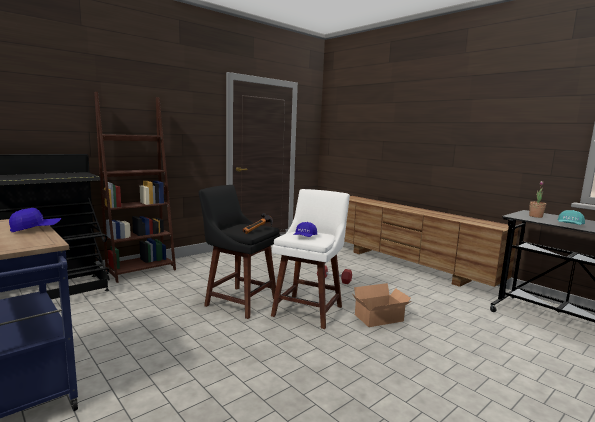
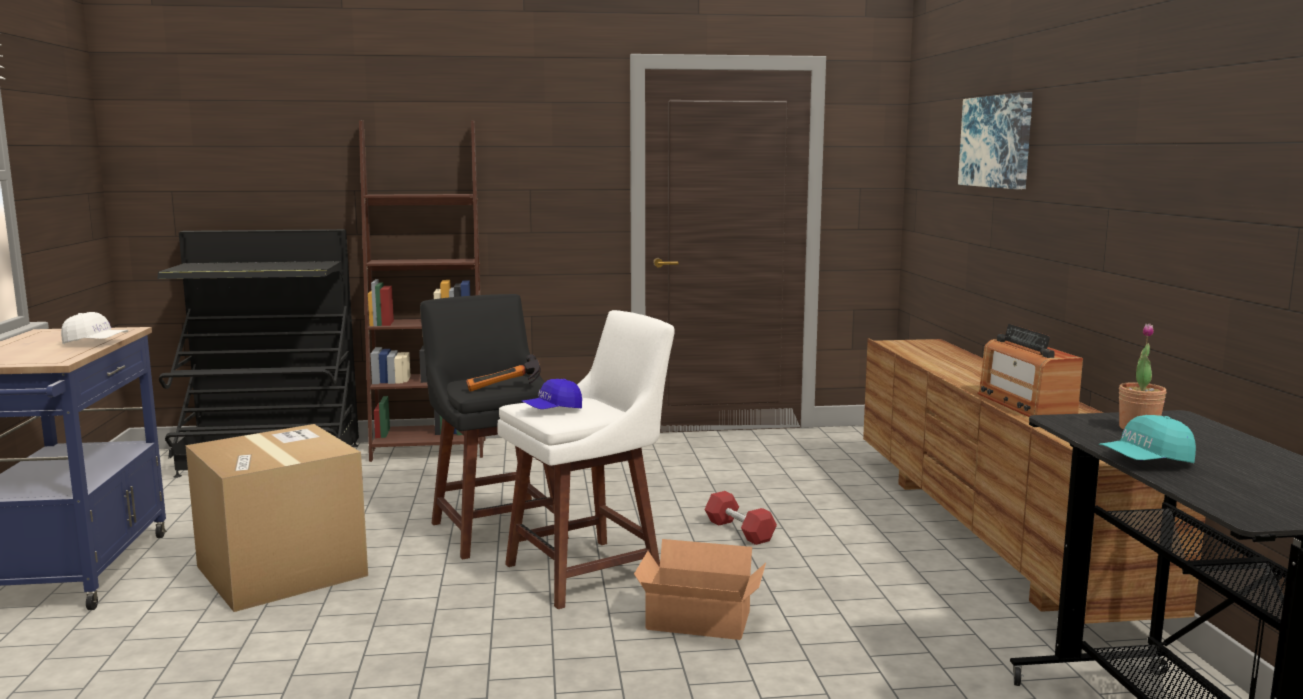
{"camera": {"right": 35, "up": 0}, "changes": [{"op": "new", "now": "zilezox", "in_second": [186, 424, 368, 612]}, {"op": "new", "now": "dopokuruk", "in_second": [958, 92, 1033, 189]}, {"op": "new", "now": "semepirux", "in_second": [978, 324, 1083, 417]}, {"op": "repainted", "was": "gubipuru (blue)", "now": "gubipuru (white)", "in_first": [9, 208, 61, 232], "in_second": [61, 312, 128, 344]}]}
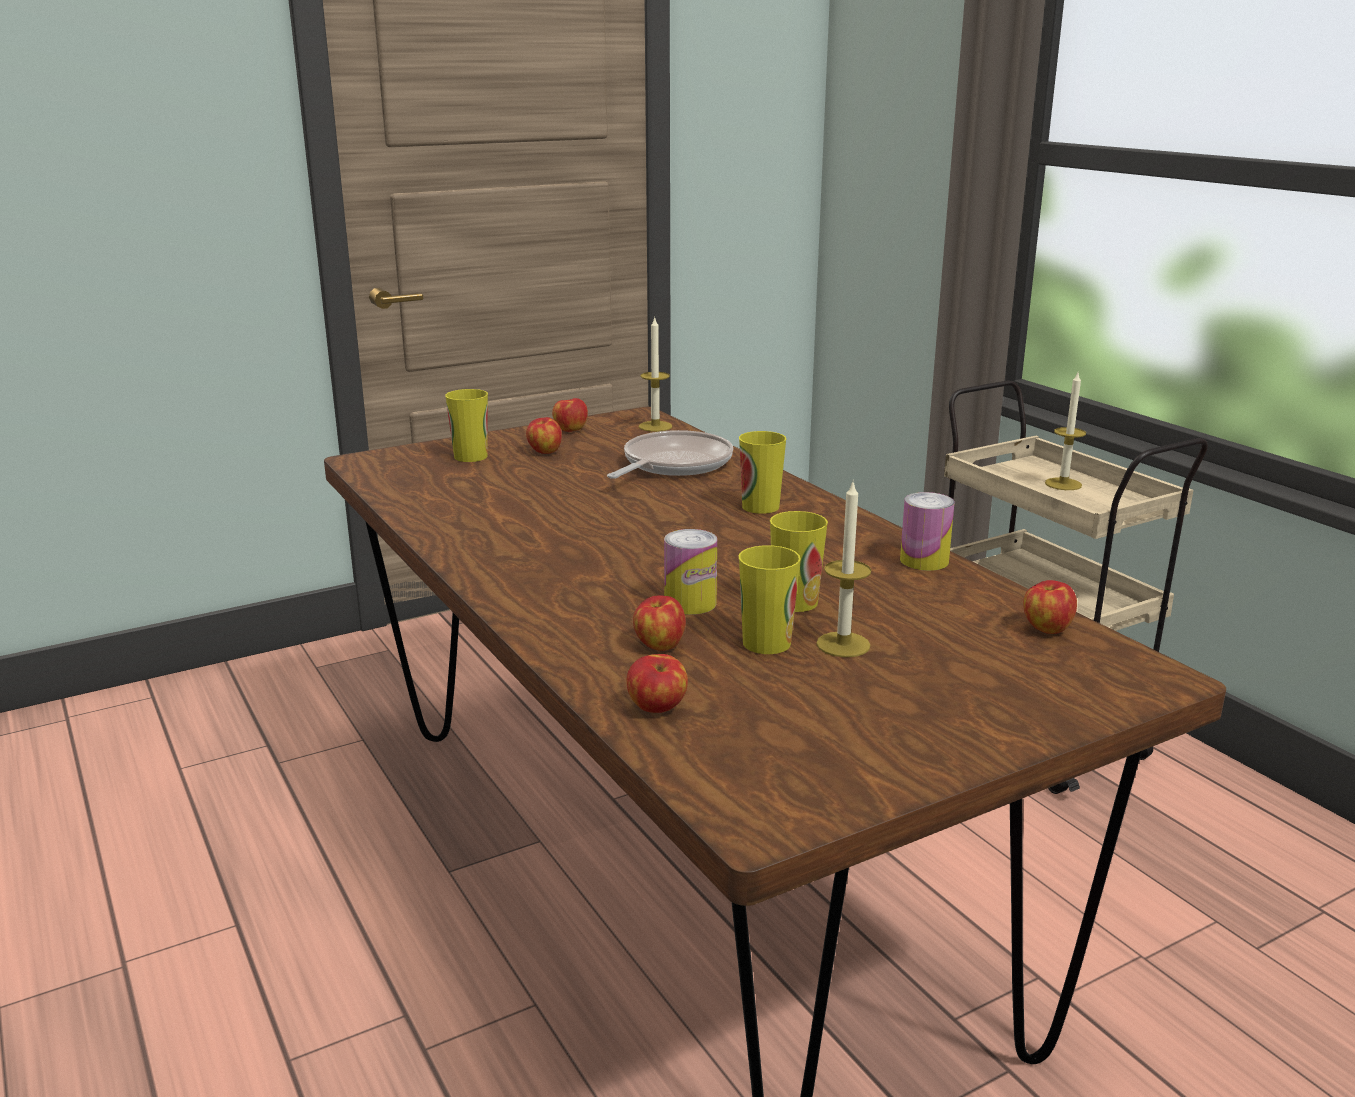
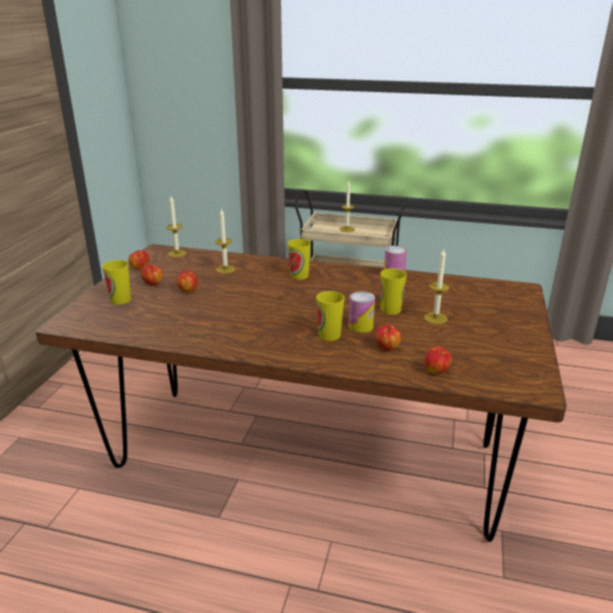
{"camera": {"right": -45, "up": 5}, "changes": [{"op": "shifted", "was": "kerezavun", "in_first": [739, 545, 801, 654], "in_second": [316, 291, 345, 341]}, {"op": "shifted", "was": "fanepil", "in_first": [1023, 580, 1077, 634], "in_second": [176, 271, 198, 292]}, {"op": "swapped", "was": "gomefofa", "now": "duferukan", "in_first": [607, 430, 733, 479], "in_second": [215, 208, 235, 274]}]}
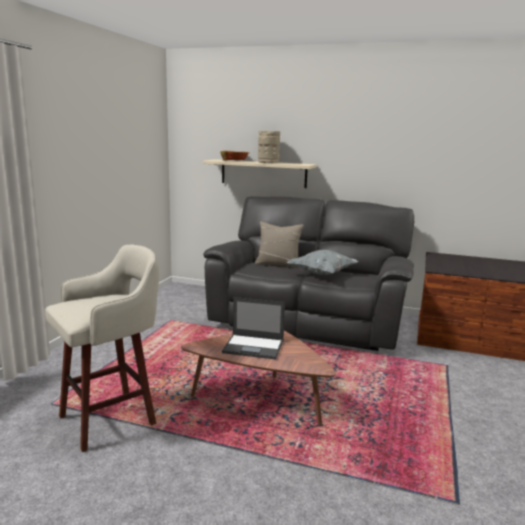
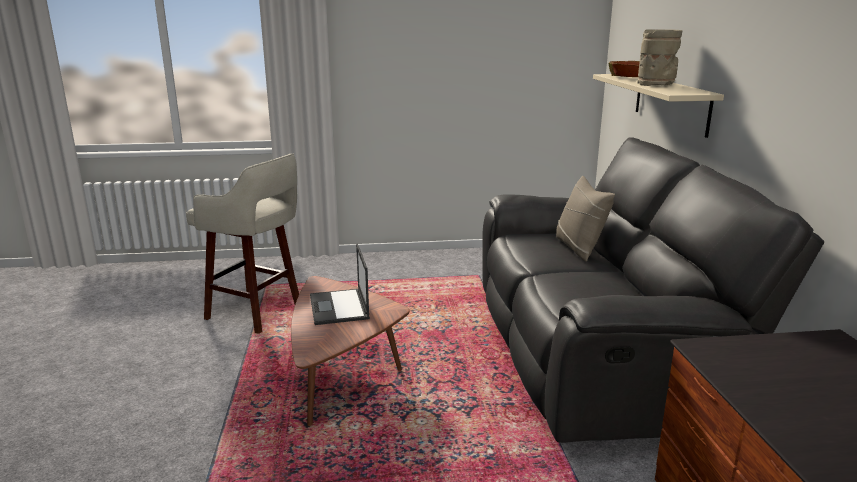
{"camera": {"right": 65, "up": 5}, "changes": [{"op": "gone", "was": "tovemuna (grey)", "in_first": [286, 250, 359, 275]}]}
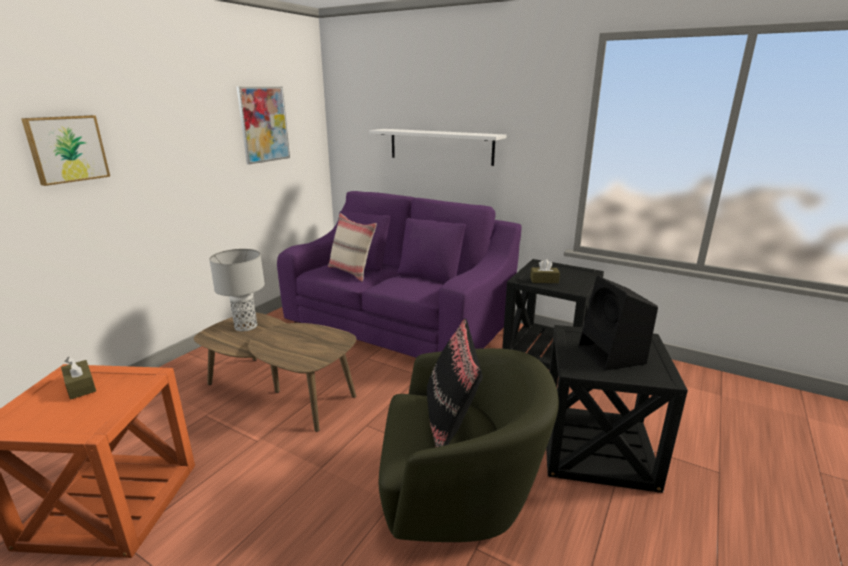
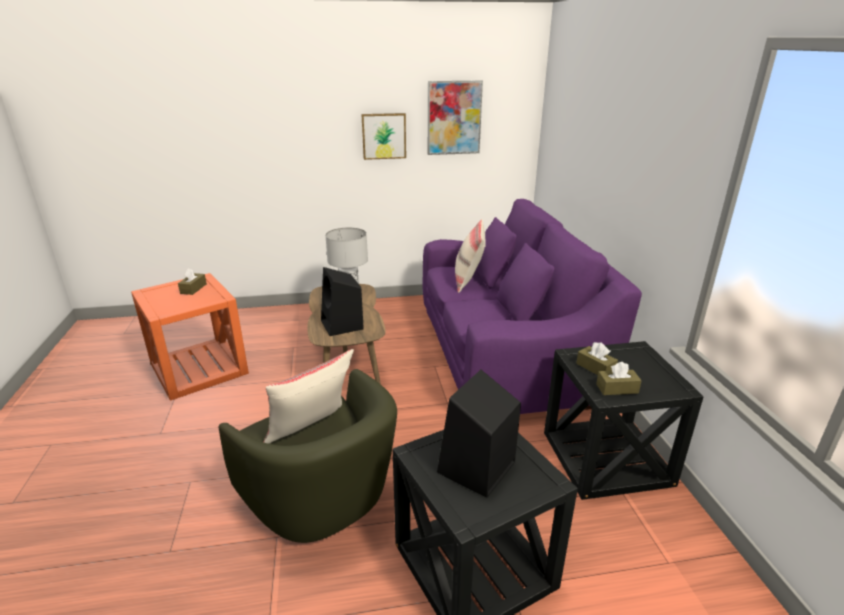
{"camera": {"right": 50, "up": 5}, "changes": [{"op": "gone", "was": "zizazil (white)", "in_first": [369, 129, 507, 166]}, {"op": "new", "now": "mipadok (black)", "in_second": [321, 267, 364, 336]}, {"op": "new", "now": "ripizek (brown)", "in_second": [596, 362, 642, 395]}, {"op": "shifted", "was": "dopokuruk", "in_first": [21, 115, 110, 186], "in_second": [361, 113, 406, 160]}, {"op": "repainted", "was": "tovemuna (black)", "now": "tovemuna (beige)", "in_first": [427, 318, 483, 447], "in_second": [263, 349, 354, 444]}]}
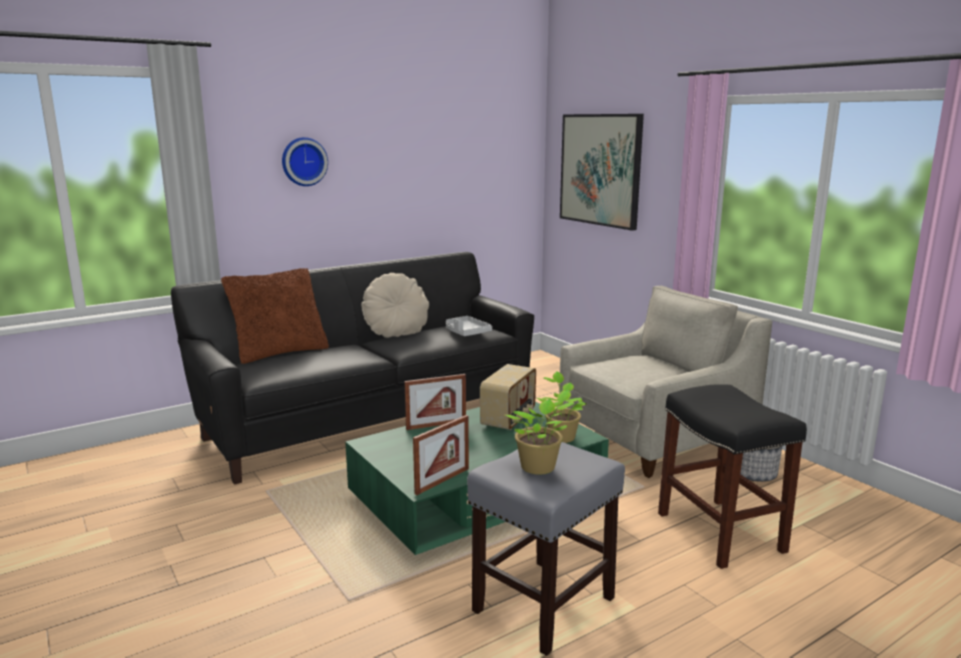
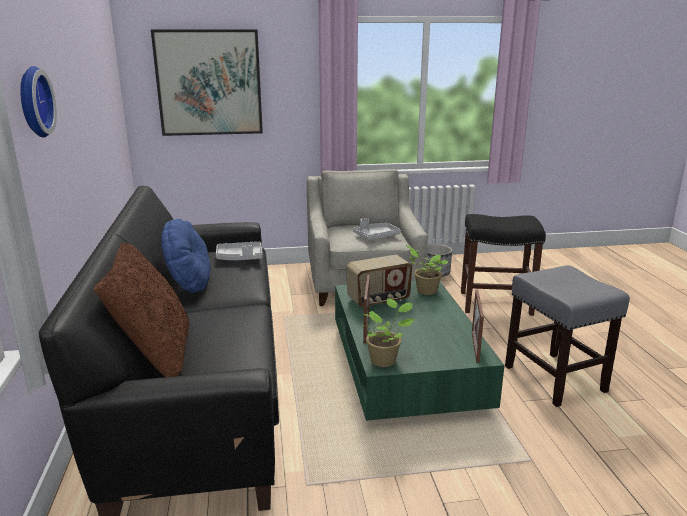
{"camera": {"right": -65, "up": 5}, "changes": [{"op": "new", "now": "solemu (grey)", "in_second": [353, 218, 401, 240]}, {"op": "shifted", "was": "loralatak", "in_first": [505, 390, 575, 475], "in_second": [363, 298, 415, 367]}, {"op": "repainted", "was": "tovemuna (beige)", "now": "tovemuna (blue)", "in_first": [361, 273, 429, 338], "in_second": [161, 219, 211, 293]}, {"op": "rotated", "was": "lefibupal", "in_first": [413, 415, 469, 495], "in_second": [472, 289, 484, 363], "clockwise": -150}, {"op": "rotated", "was": "semepirux", "in_first": [480, 364, 536, 430], "in_second": [347, 255, 412, 307], "clockwise": 105}]}
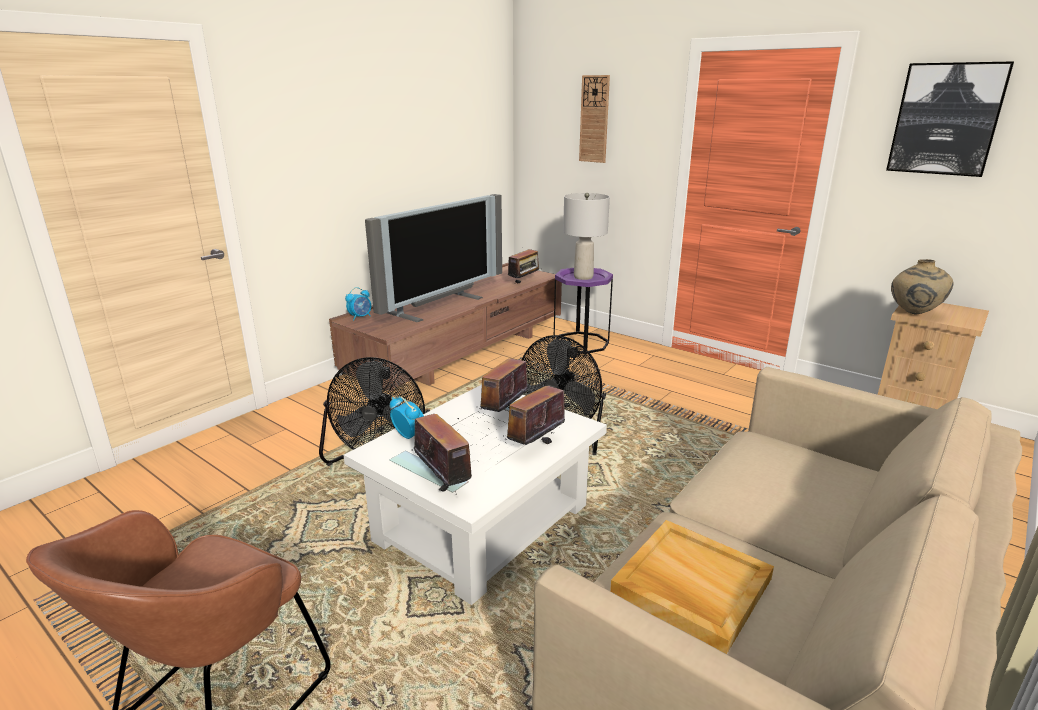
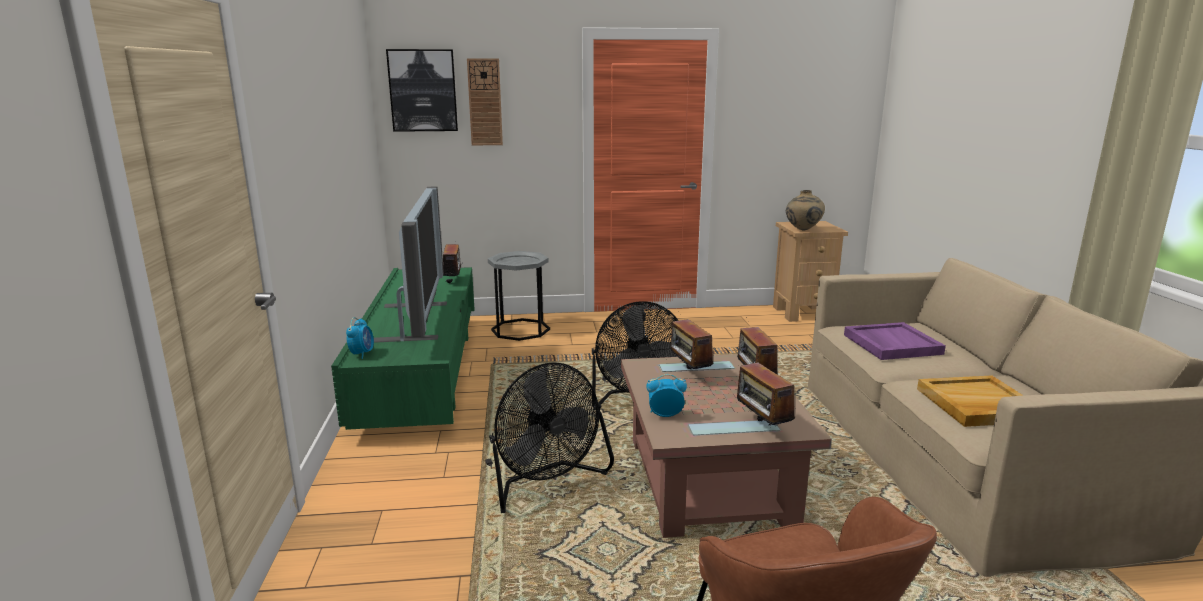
{"camera": {"right": -45, "up": -5}, "changes": [{"op": "gone", "was": "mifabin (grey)", "in_first": [563, 193, 610, 280]}, {"op": "new", "now": "solemu (purple)", "in_second": [844, 322, 946, 360]}, {"op": "shifted", "was": "dopokuruk", "in_first": [886, 61, 1014, 177], "in_second": [386, 49, 458, 132]}, {"op": "repainted", "was": "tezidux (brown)", "now": "tezidux (green)", "in_first": [329, 263, 562, 391], "in_second": [331, 267, 475, 430]}, {"op": "repainted", "was": "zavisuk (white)", "now": "zavisuk (brown)", "in_first": [344, 385, 607, 605], "in_second": [621, 354, 832, 538]}, {"op": "repainted", "was": "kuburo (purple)", "now": "kuburo (grey)", "in_first": [553, 268, 613, 354], "in_second": [488, 251, 550, 341]}, {"op": "rotated", "was": "semepirux", "in_first": [414, 414, 472, 494], "in_second": [737, 354, 795, 427], "clockwise": -120}]}
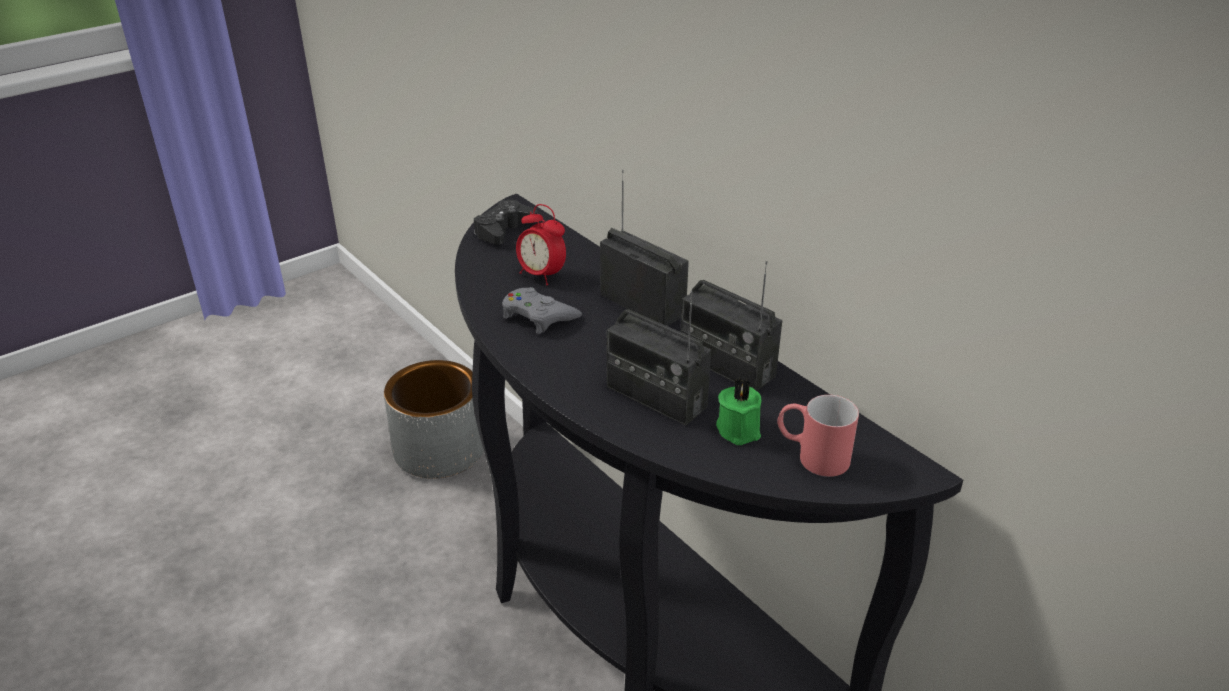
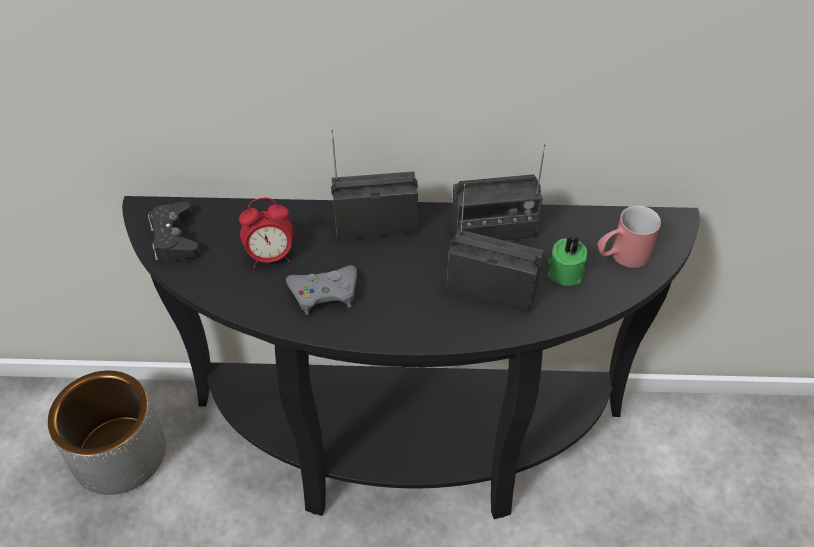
{"camera": {"right": -50, "up": 15}, "changes": [{"op": "rotated", "was": "semepirux", "in_first": [607, 291, 711, 426], "in_second": [446, 183, 544, 314], "clockwise": -150}]}
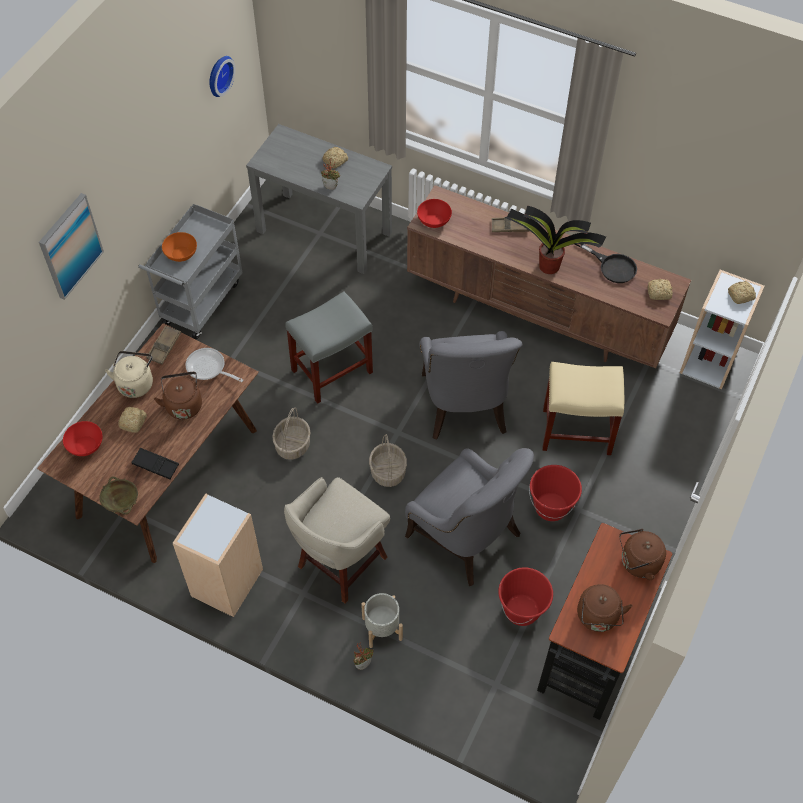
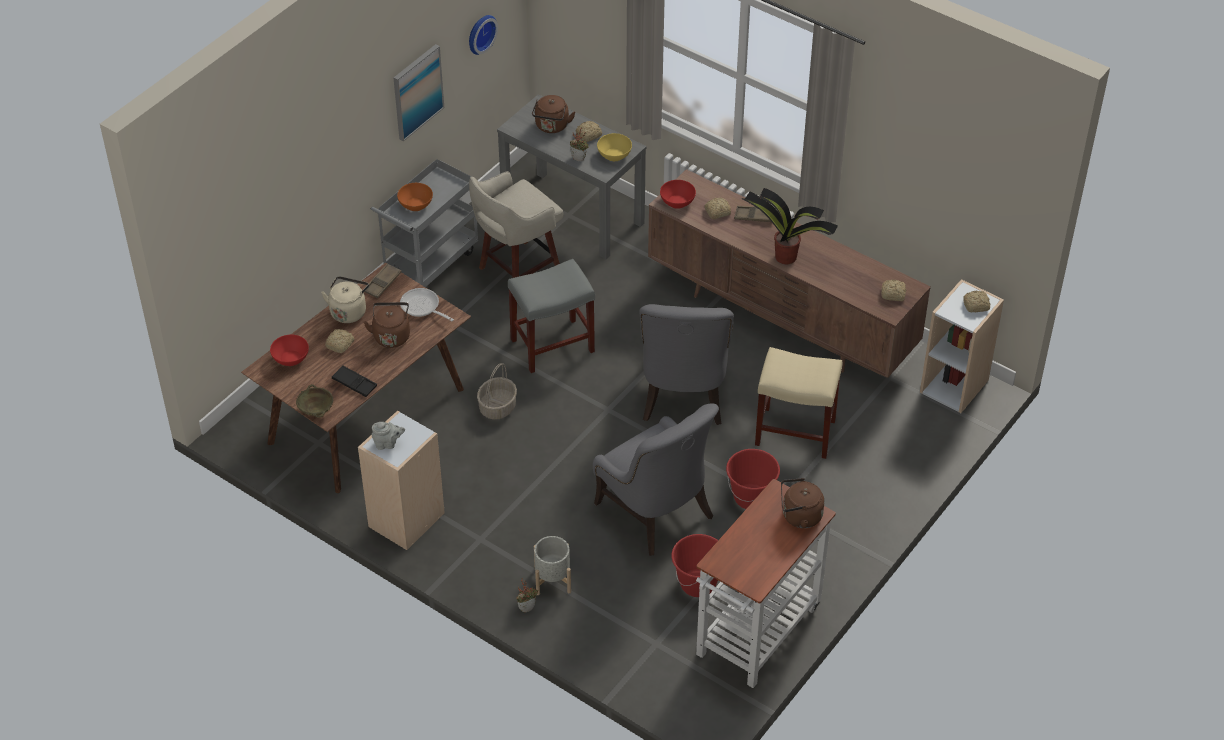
{"camera": {"right": 10, "up": -10}, "changes": [{"op": "gone", "was": "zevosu", "in_first": [369, 434, 407, 487]}, {"op": "gone", "was": "gomefofa (black)", "in_first": [575, 244, 637, 283]}, {"op": "new", "now": "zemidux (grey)", "in_second": [372, 422, 405, 450]}, {"op": "new", "now": "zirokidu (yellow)", "in_second": [597, 133, 632, 161]}, {"op": "new", "now": "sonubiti", "in_second": [705, 198, 731, 219]}, {"op": "shifted", "was": "dopokuruk", "in_first": [39, 193, 104, 300], "in_second": [394, 44, 444, 142]}, {"op": "shifted", "was": "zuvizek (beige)", "in_first": [284, 477, 390, 604], "in_second": [469, 171, 563, 278]}, {"op": "shifted", "was": "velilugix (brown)", "in_first": [577, 584, 632, 632], "in_second": [532, 95, 575, 133]}, {"op": "repainted", "was": "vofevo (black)", "now": "vofevo (white)", "in_first": [537, 523, 672, 720], "in_second": [696, 479, 836, 688]}]}
